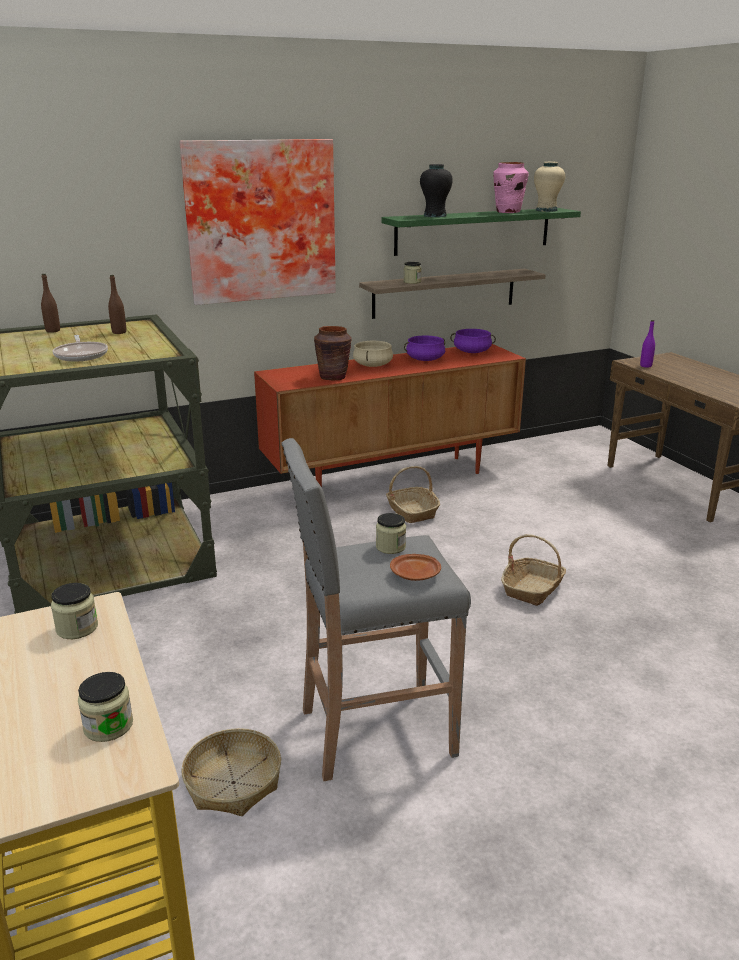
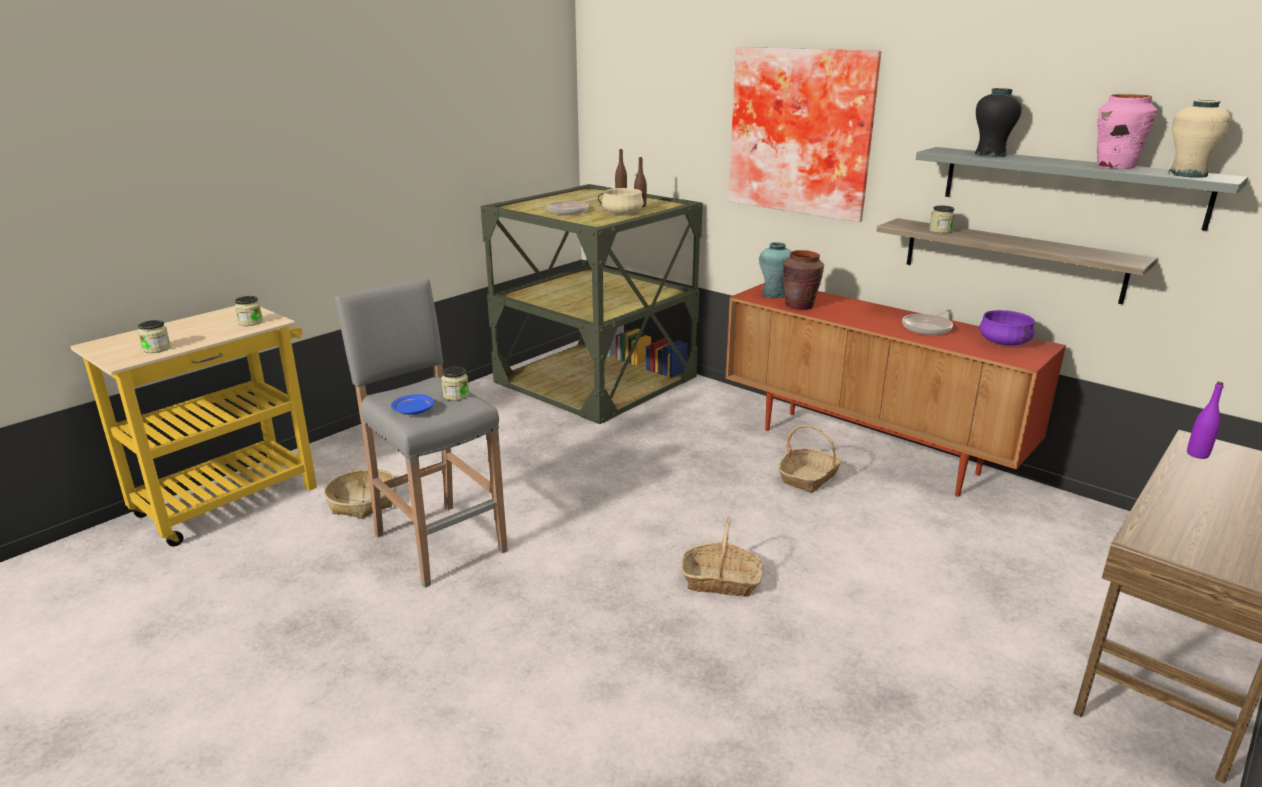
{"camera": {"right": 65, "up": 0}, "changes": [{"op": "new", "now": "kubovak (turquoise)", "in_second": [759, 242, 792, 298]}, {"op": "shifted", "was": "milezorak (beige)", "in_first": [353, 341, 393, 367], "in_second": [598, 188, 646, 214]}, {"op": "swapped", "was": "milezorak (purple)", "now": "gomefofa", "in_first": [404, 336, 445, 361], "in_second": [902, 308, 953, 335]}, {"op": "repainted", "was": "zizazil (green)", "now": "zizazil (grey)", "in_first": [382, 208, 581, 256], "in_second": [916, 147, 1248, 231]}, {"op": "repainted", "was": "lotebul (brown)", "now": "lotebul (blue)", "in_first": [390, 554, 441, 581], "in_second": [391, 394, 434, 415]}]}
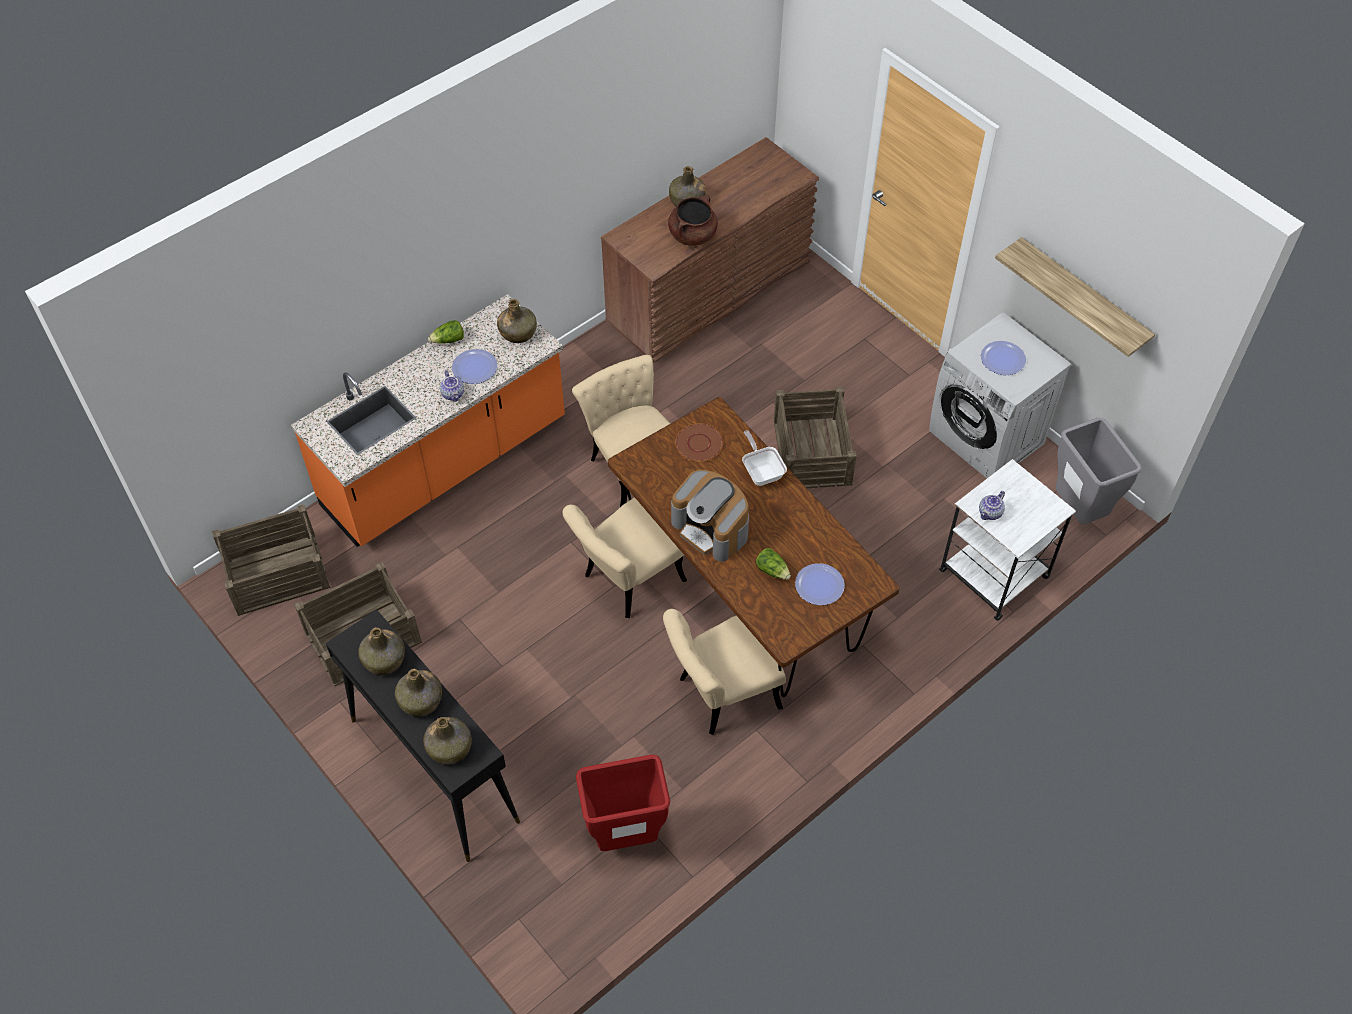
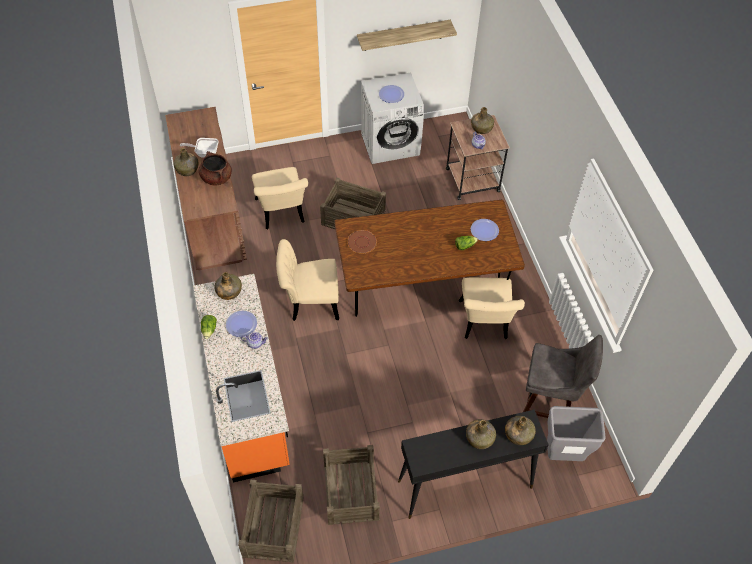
{"camera": {"right": -65, "up": 0}, "changes": [{"op": "gone", "was": "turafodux", "in_first": [671, 470, 749, 562]}, {"op": "shifted", "was": "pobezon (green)", "in_first": [358, 627, 405, 675], "in_second": [471, 107, 494, 134]}, {"op": "shifted", "was": "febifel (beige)", "in_first": [562, 497, 687, 618], "in_second": [252, 167, 308, 230]}, {"op": "shifted", "was": "gomefofa", "in_first": [742, 430, 787, 486], "in_second": [180, 138, 219, 158]}, {"op": "shifted", "was": "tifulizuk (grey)", "in_first": [1056, 418, 1142, 524], "in_second": [547, 406, 606, 461]}, {"op": "swapped", "was": "tifulizuk (red)", "now": "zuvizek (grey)", "in_first": [576, 754, 670, 851], "in_second": [523, 335, 603, 418]}, {"op": "repainted", "was": "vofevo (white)", "now": "vofevo (brown)", "in_first": [939, 459, 1076, 621], "in_second": [446, 115, 510, 200]}]}
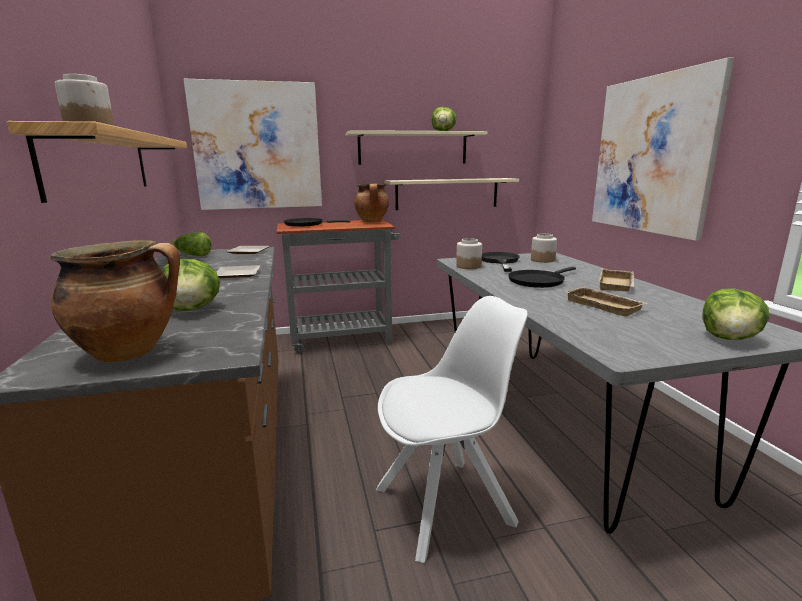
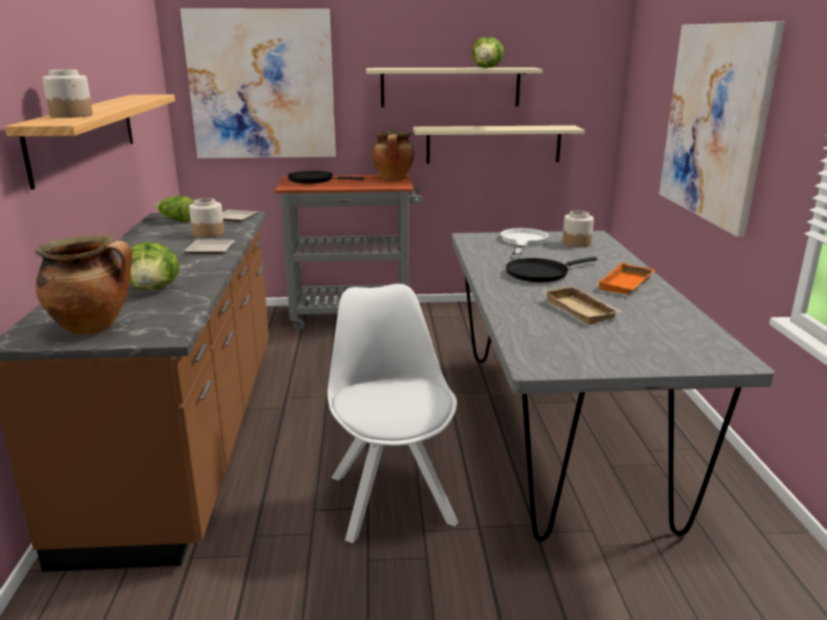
{"camera": {"right": 10, "up": 5}, "changes": [{"op": "gone", "was": "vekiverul", "in_first": [702, 288, 769, 340]}, {"op": "shifted", "was": "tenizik", "in_first": [456, 238, 482, 269], "in_second": [189, 198, 224, 238]}, {"op": "repainted", "was": "gomefofa (black)", "now": "gomefofa (white)", "in_first": [482, 252, 520, 272], "in_second": [501, 228, 549, 258]}, {"op": "repainted", "was": "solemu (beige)", "now": "solemu (orange)", "in_first": [599, 268, 635, 292], "in_second": [597, 262, 656, 294]}, {"op": "rotated", "was": "febifel (white)", "in_first": [376, 296, 528, 563], "in_second": [327, 284, 458, 543], "clockwise": -90}]}
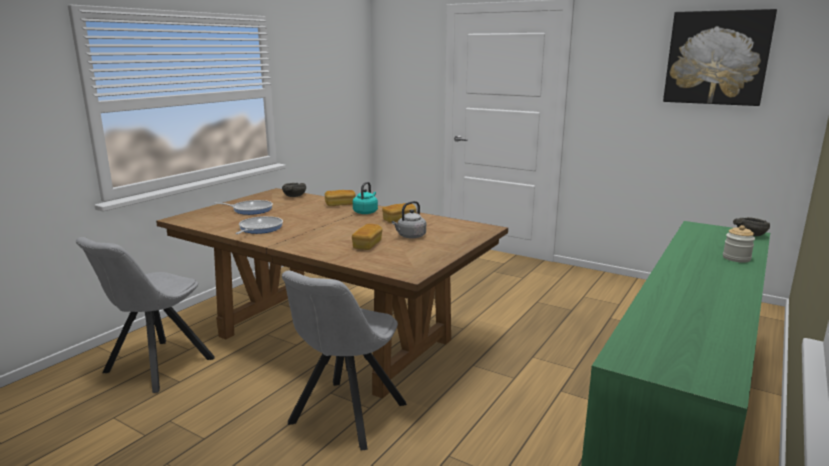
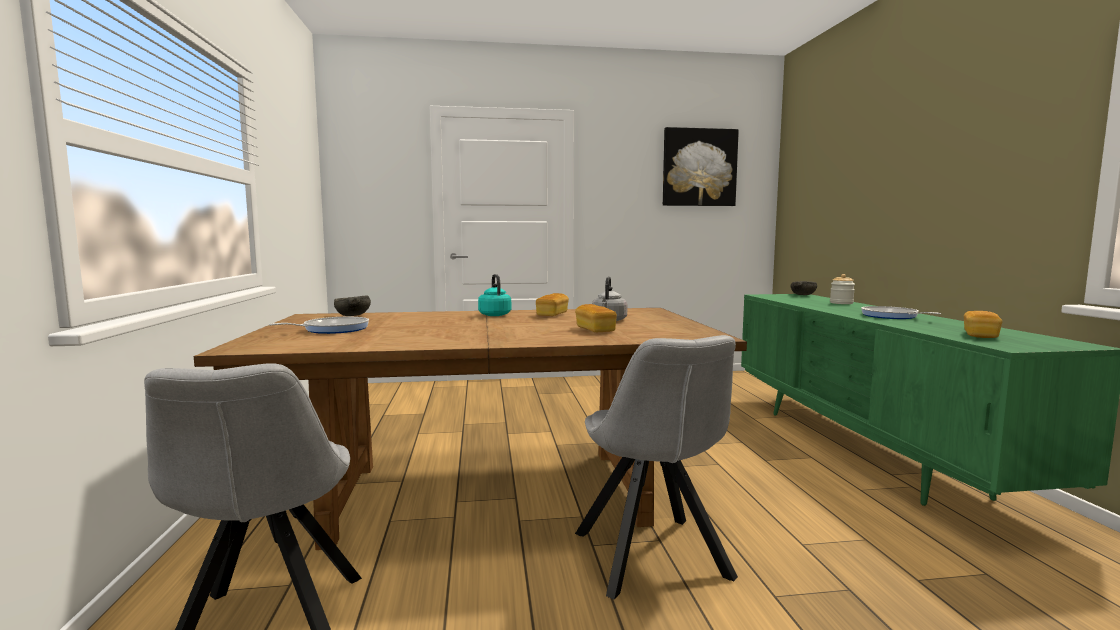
{"camera": {"right": -40, "up": -10}, "changes": [{"op": "shifted", "was": "gomefofa", "in_first": [235, 216, 283, 234], "in_second": [861, 306, 942, 319]}, {"op": "shifted", "was": "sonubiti", "in_first": [325, 190, 355, 206], "in_second": [964, 311, 1002, 338]}]}
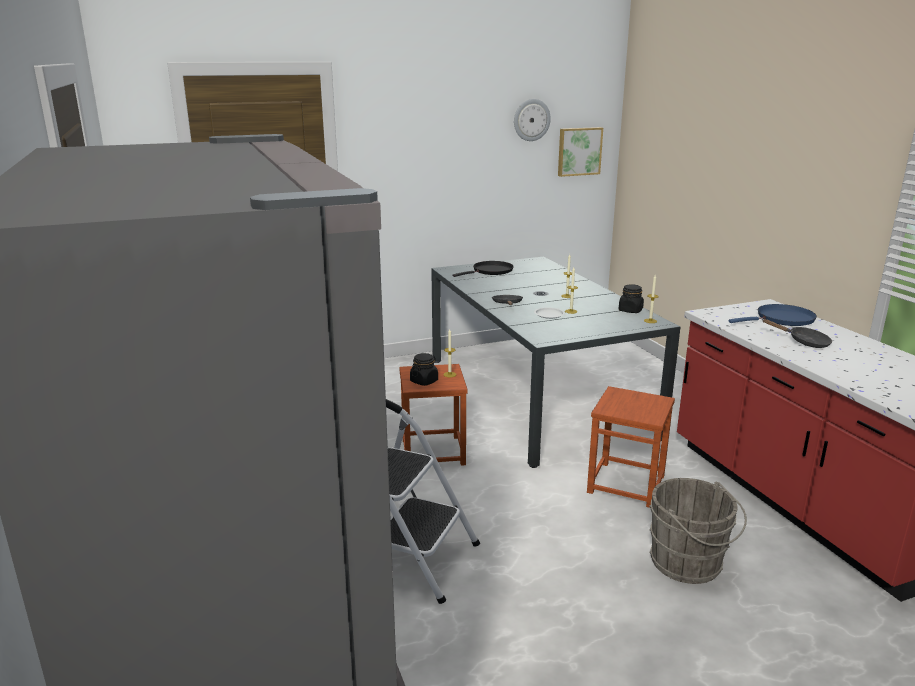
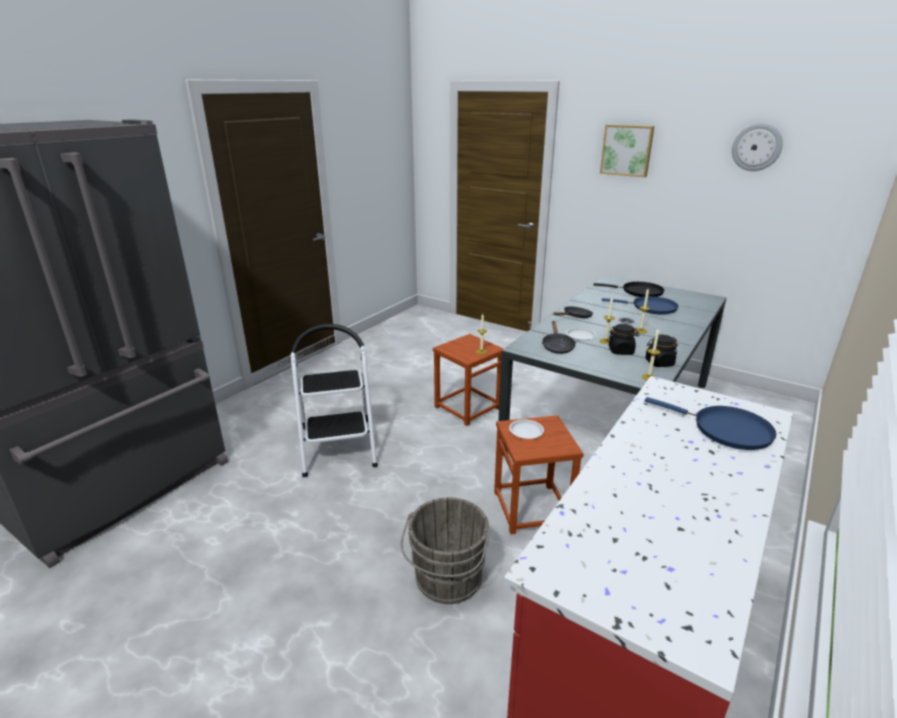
{"camera": {"right": 55, "up": 5}, "changes": [{"op": "new", "now": "lotebul (white)", "in_second": [509, 419, 544, 439]}, {"op": "new", "now": "gomefofa (blue)", "in_second": [602, 296, 678, 314]}, {"op": "shifted", "was": "tenizik (black)", "in_first": [410, 353, 438, 386], "in_second": [607, 324, 640, 355]}, {"op": "shifted", "was": "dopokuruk", "in_first": [558, 127, 603, 177], "in_second": [600, 124, 654, 177]}, {"op": "shifted", "was": "gomefofa (black)", "in_first": [763, 319, 832, 348], "in_second": [542, 321, 576, 354]}]}
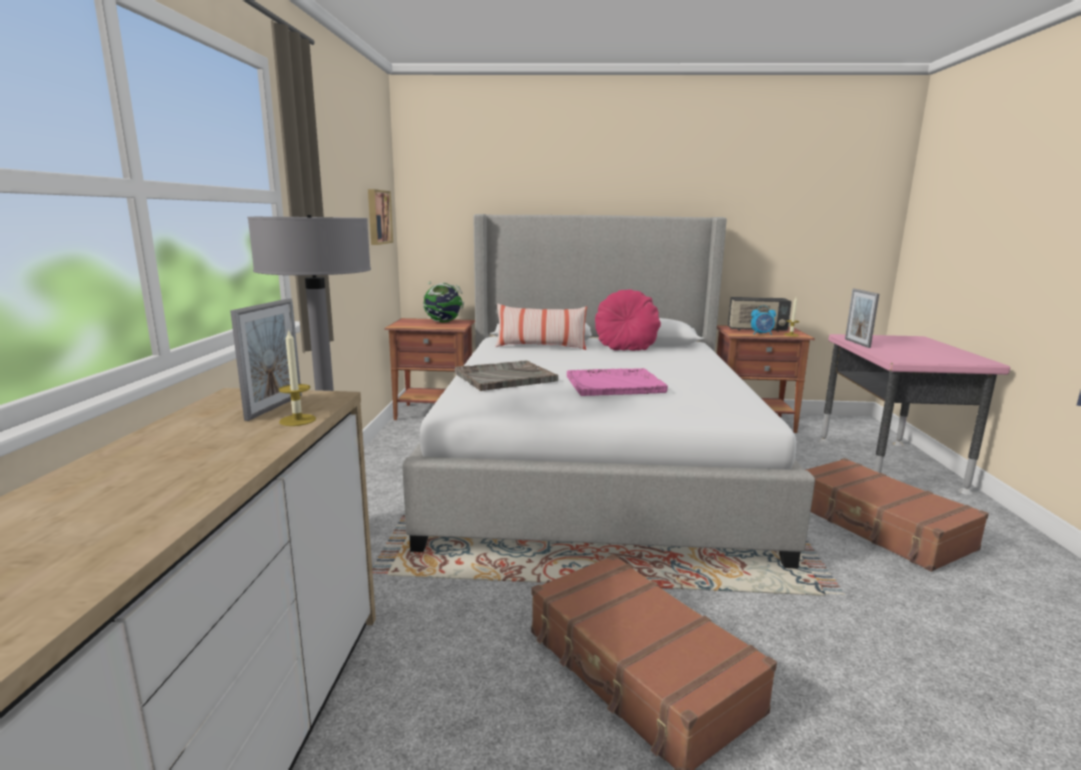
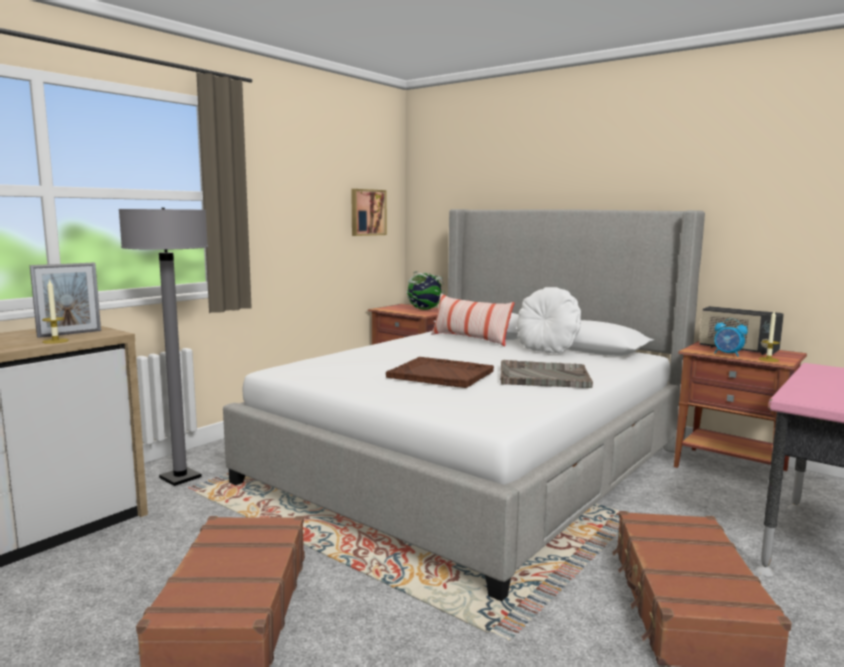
{"camera": {"right": 35, "up": -5}, "changes": [{"op": "gone", "was": "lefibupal", "in_first": [845, 289, 879, 348]}, {"op": "shifted", "was": "solemu (grey)", "in_first": [455, 361, 558, 391], "in_second": [500, 360, 593, 388]}, {"op": "repainted", "was": "solemu (pink)", "now": "solemu (brown)", "in_first": [567, 368, 668, 396], "in_second": [386, 357, 494, 388]}, {"op": "repainted", "was": "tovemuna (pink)", "now": "tovemuna (white)", "in_first": [595, 289, 661, 351], "in_second": [517, 287, 581, 354]}]}
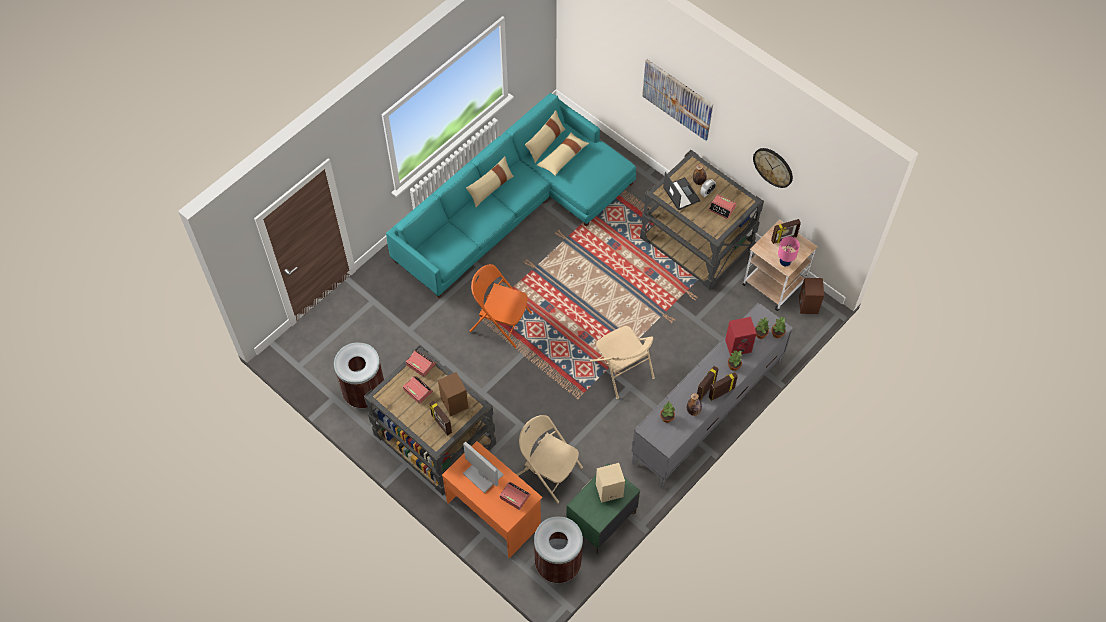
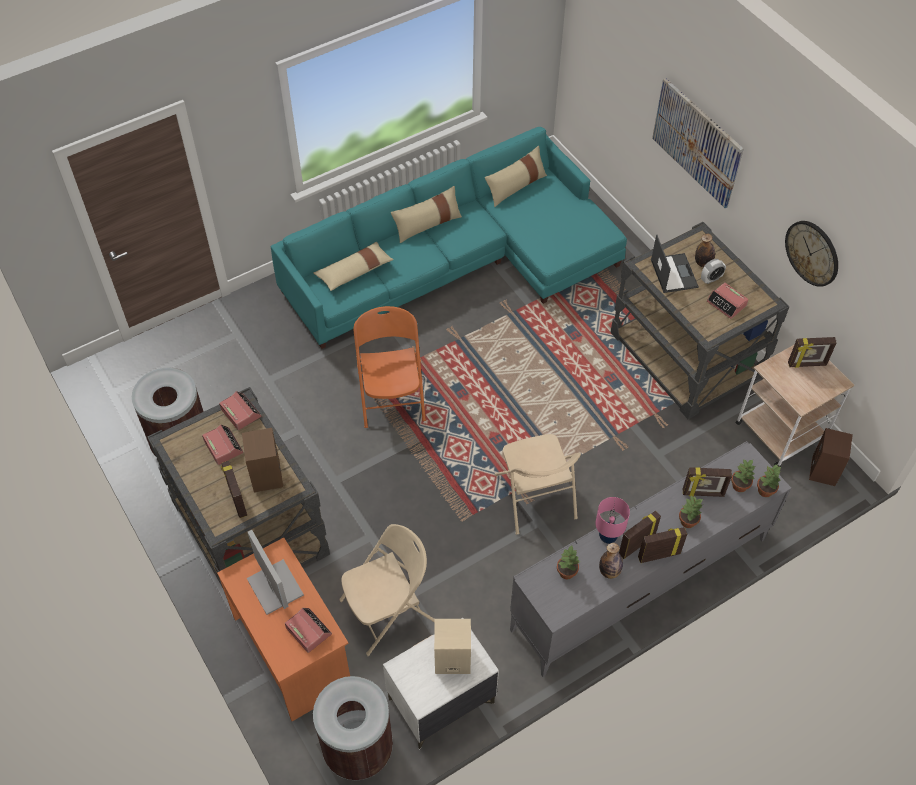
{"camera": {"right": 15, "up": -5}, "changes": [{"op": "shifted", "was": "tovemuna (beige)", "in_first": [537, 133, 589, 176], "in_second": [314, 242, 394, 291]}, {"op": "shifted", "was": "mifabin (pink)", "in_first": [778, 237, 800, 266], "in_second": [595, 497, 630, 544]}, {"op": "swapped", "was": "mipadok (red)", "now": "lefibupal", "in_first": [725, 317, 757, 356], "in_second": [683, 467, 732, 497]}, {"op": "repainted", "was": "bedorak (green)", "now": "bedorak (white)", "in_first": [566, 463, 640, 554], "in_second": [383, 618, 499, 749]}, {"op": "rotated", "was": "febifel (orange)", "in_first": [470, 264, 532, 348], "in_second": [353, 306, 426, 428], "clockwise": 45}, {"op": "rotated", "was": "febifel (beige)", "in_first": [516, 415, 583, 504], "in_second": [339, 524, 435, 656], "clockwise": 105}]}
